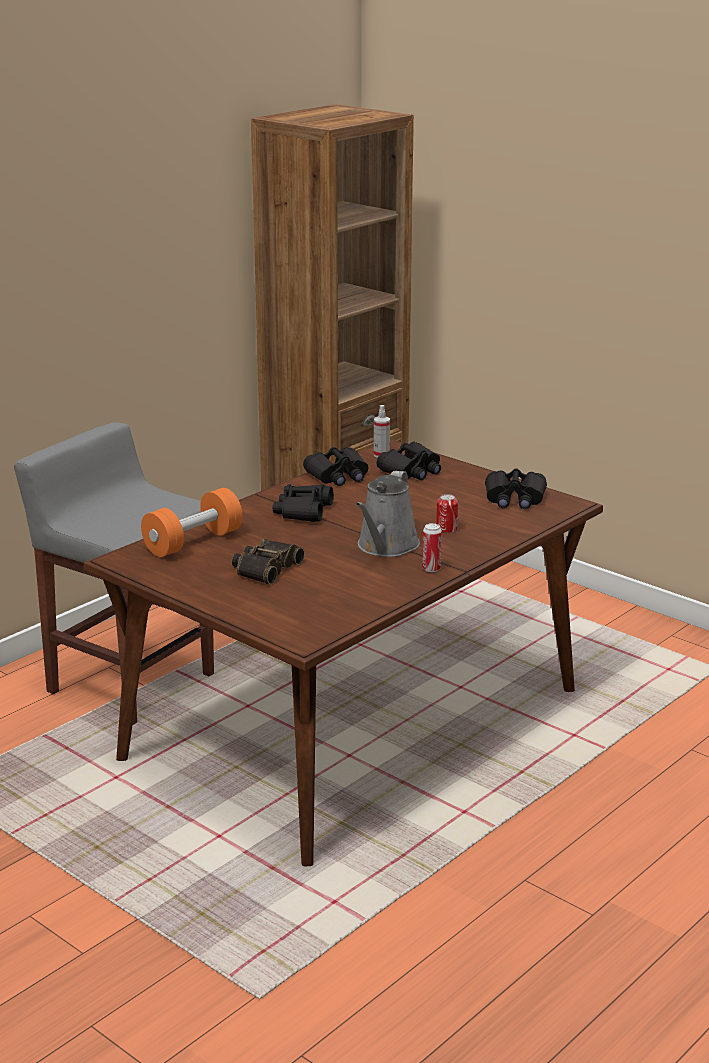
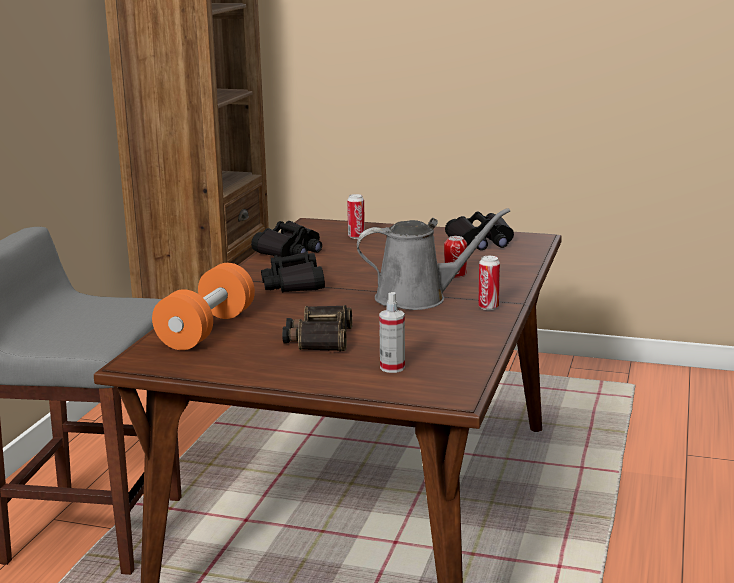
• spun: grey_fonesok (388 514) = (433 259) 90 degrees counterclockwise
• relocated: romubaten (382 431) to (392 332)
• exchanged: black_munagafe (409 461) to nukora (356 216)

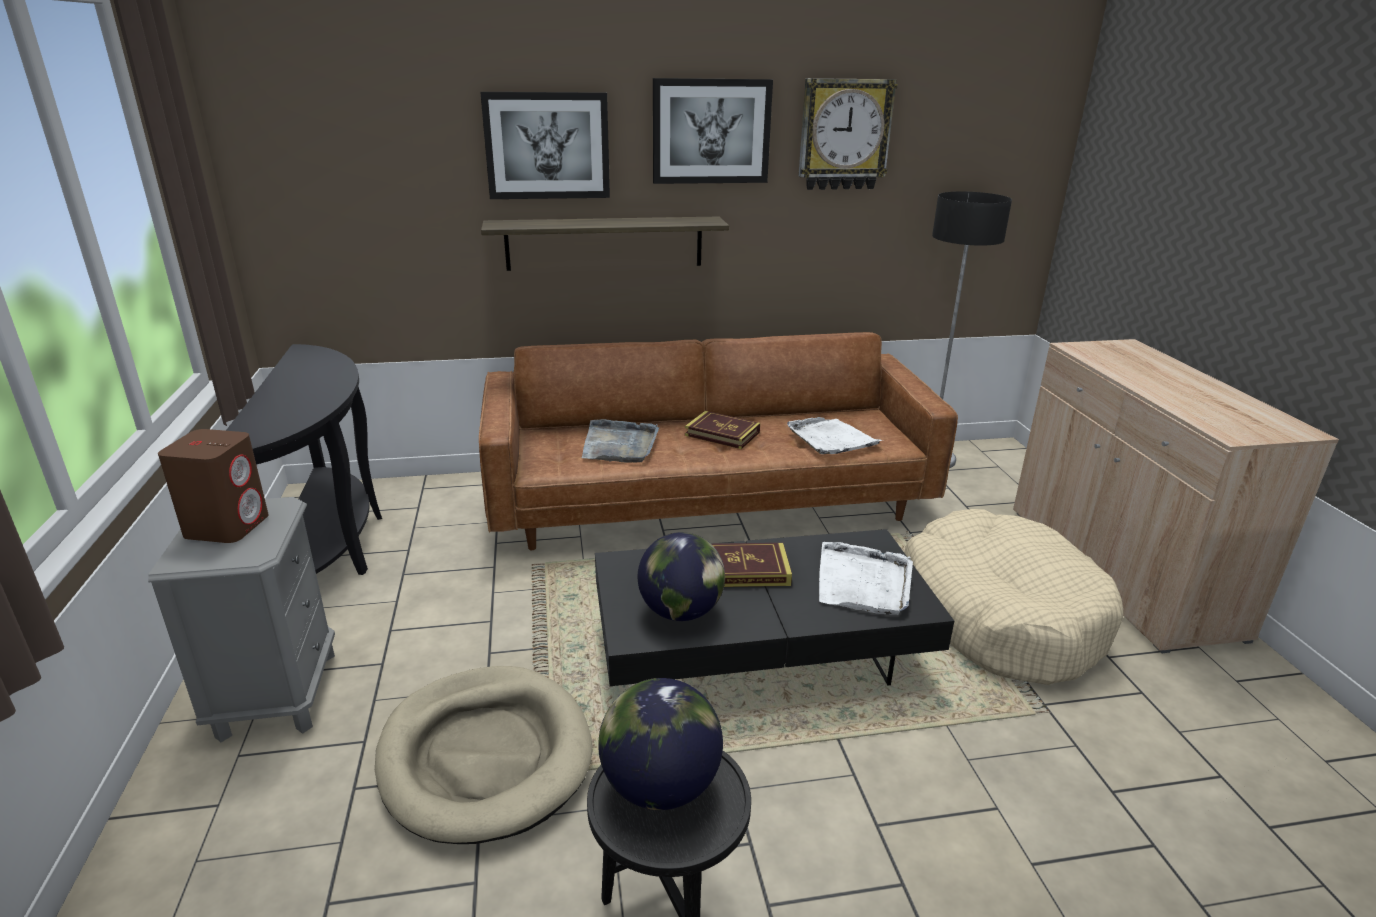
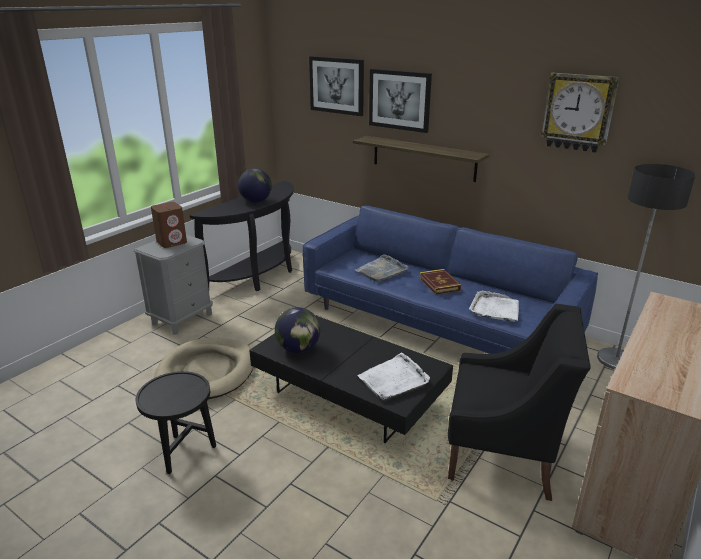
• colour: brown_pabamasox (718 441) to blue_pabamasox (450 280)
• relocated: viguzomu (660 744) to (255 186)
• relocated: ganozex (713 131) to (336 86)
• missing: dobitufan (752 565)
• exchanged: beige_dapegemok (1014 597) to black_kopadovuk (519 402)

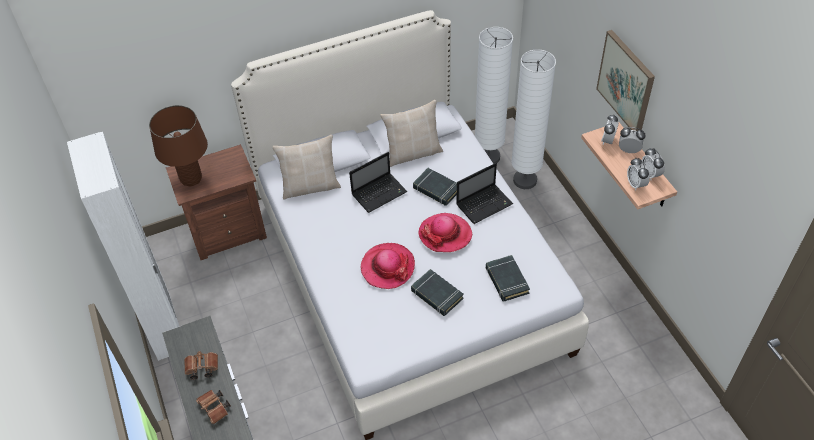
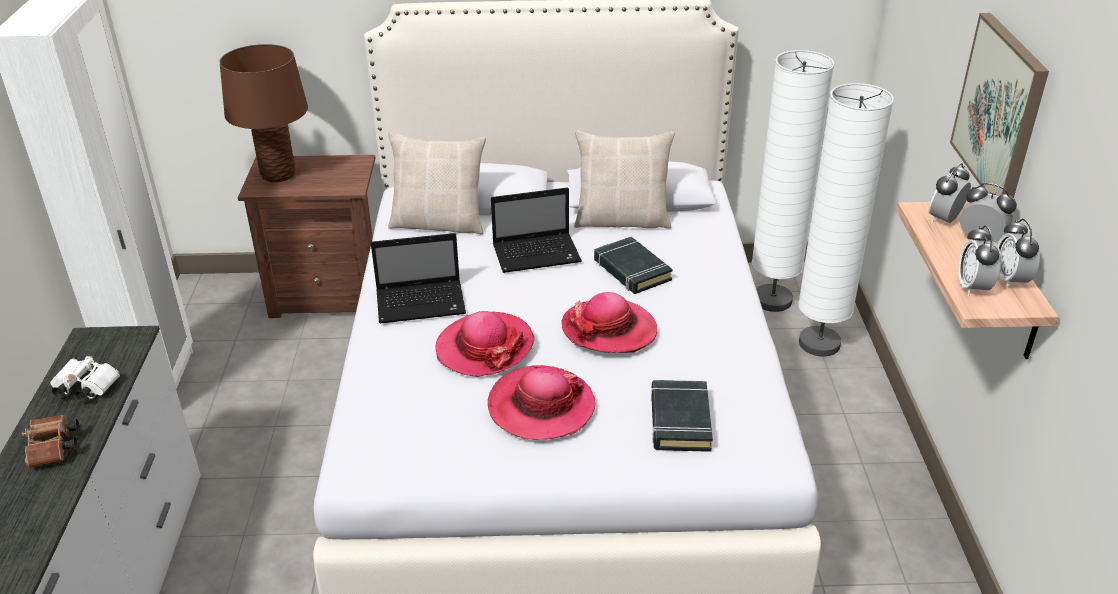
• colour: brown_munagafe (201 365) to white_munagafe (85 379)
• exchanged: black_dobitufan (437 292) to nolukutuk (542 402)
• relocated: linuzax (484 193) to (418 278)

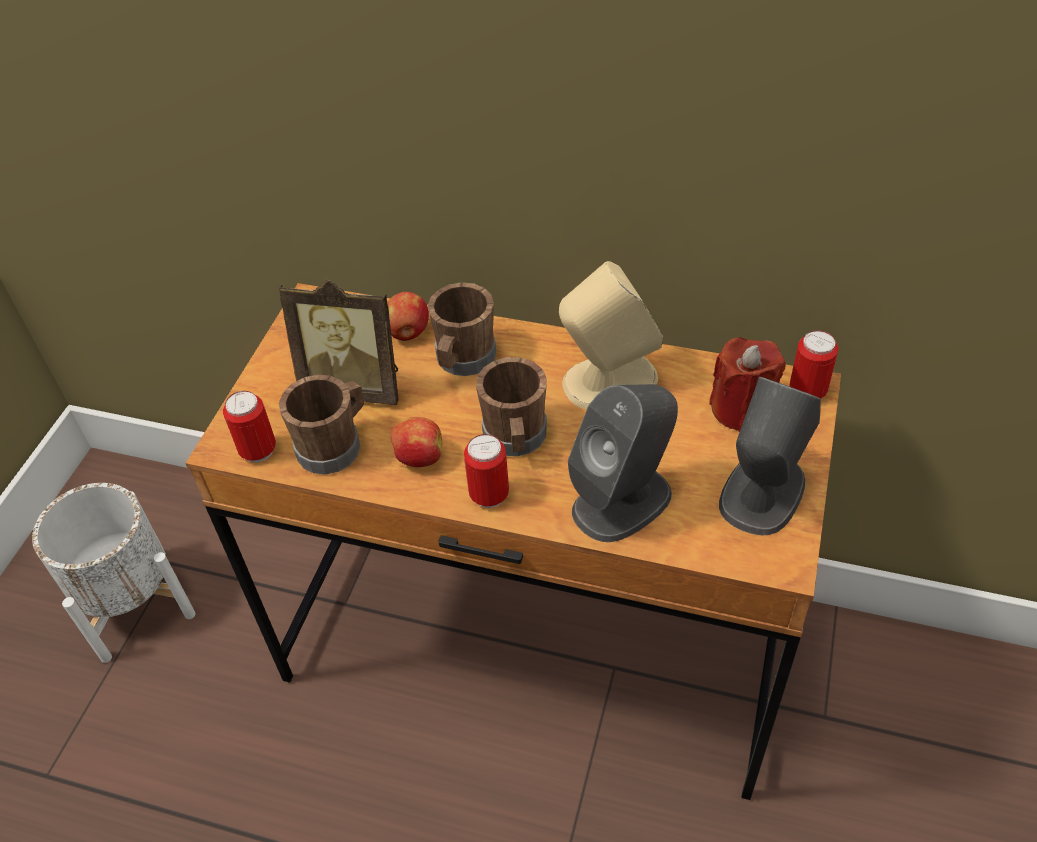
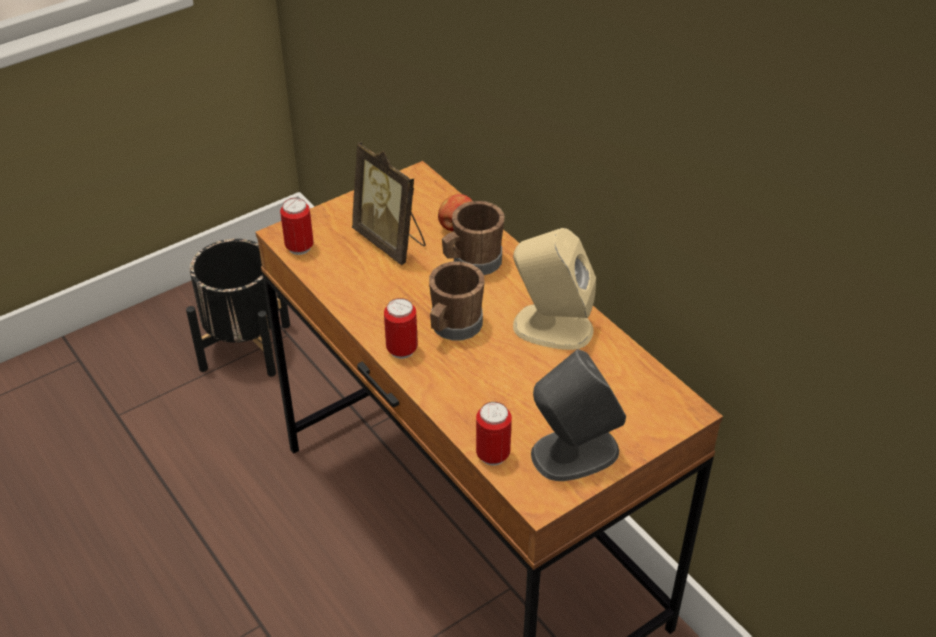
• colour: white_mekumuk (114 573) to black_mekumuk (238 308)
• missing: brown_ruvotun (321 424)
• missing: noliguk (416 442)
• missing: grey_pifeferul (623 463)
• missing: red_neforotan (747 384)
• relocated: nukora (814 364) to (494 434)

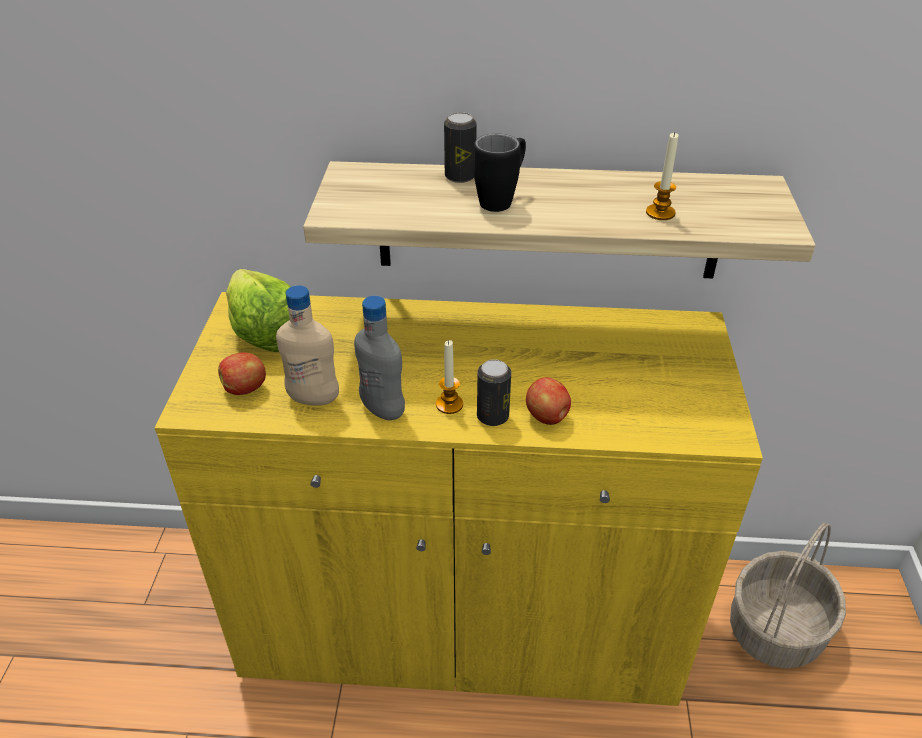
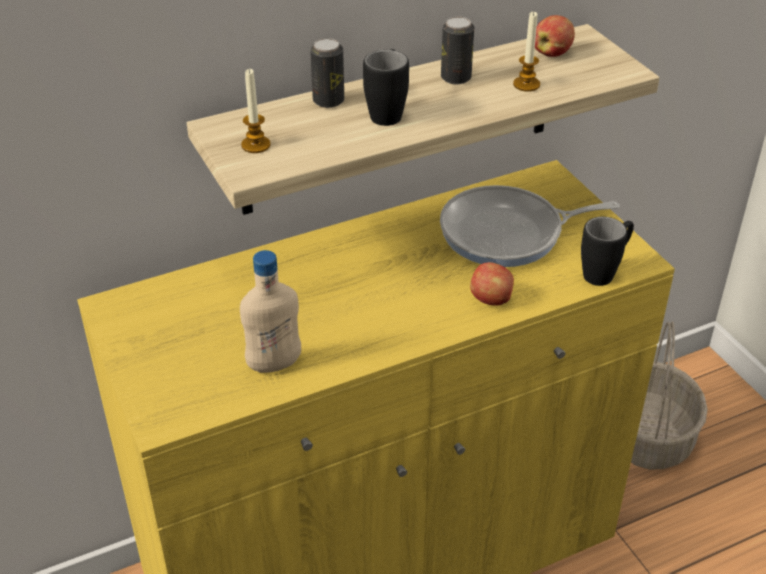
• relocated: noliguk (242 374) to (555 36)
• missing: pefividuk (258 310)
• missing: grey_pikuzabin (379 358)
• relocated: neforotan (449 377) to (256 111)
• relocated: nukora (494 392) to (457 51)
• appeared: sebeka (530 226)
• appeared: black_ruvotun (607 251)

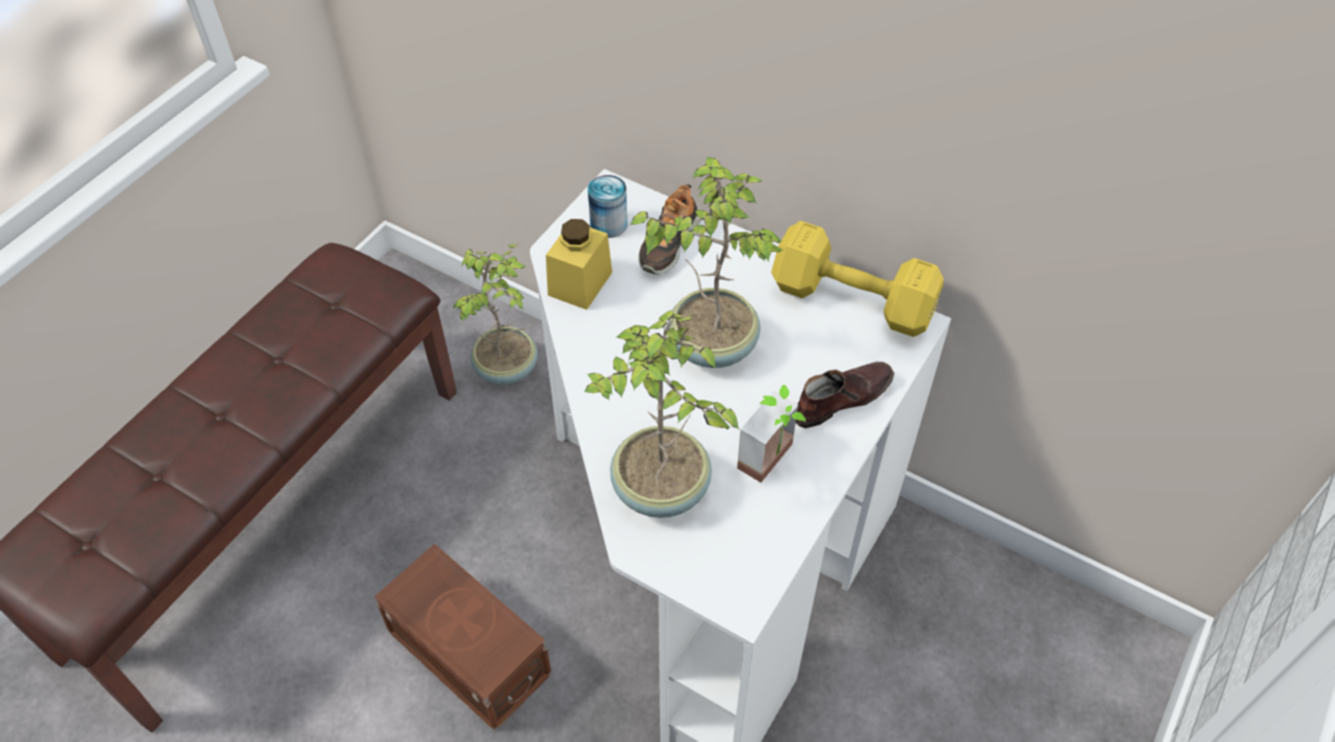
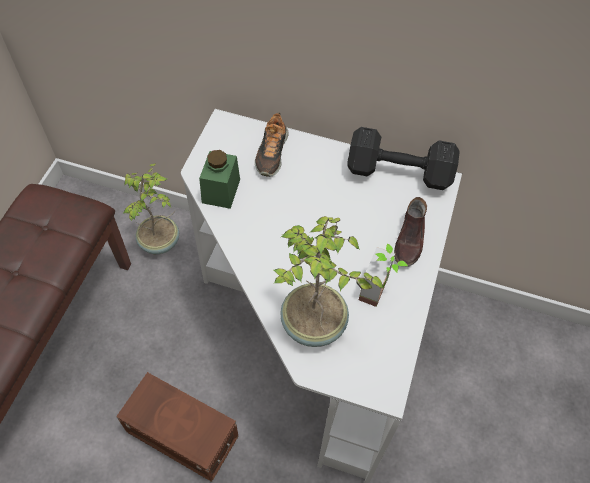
• colour: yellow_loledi (579 264) to green_loledi (219 179)
• missing: nukora (607 206)
• missing: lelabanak (706 262)
• colour: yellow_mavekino (857 279) to black_mavekino (403 158)
• spun: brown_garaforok (845 395) = (410 232) 150 degrees clockwise

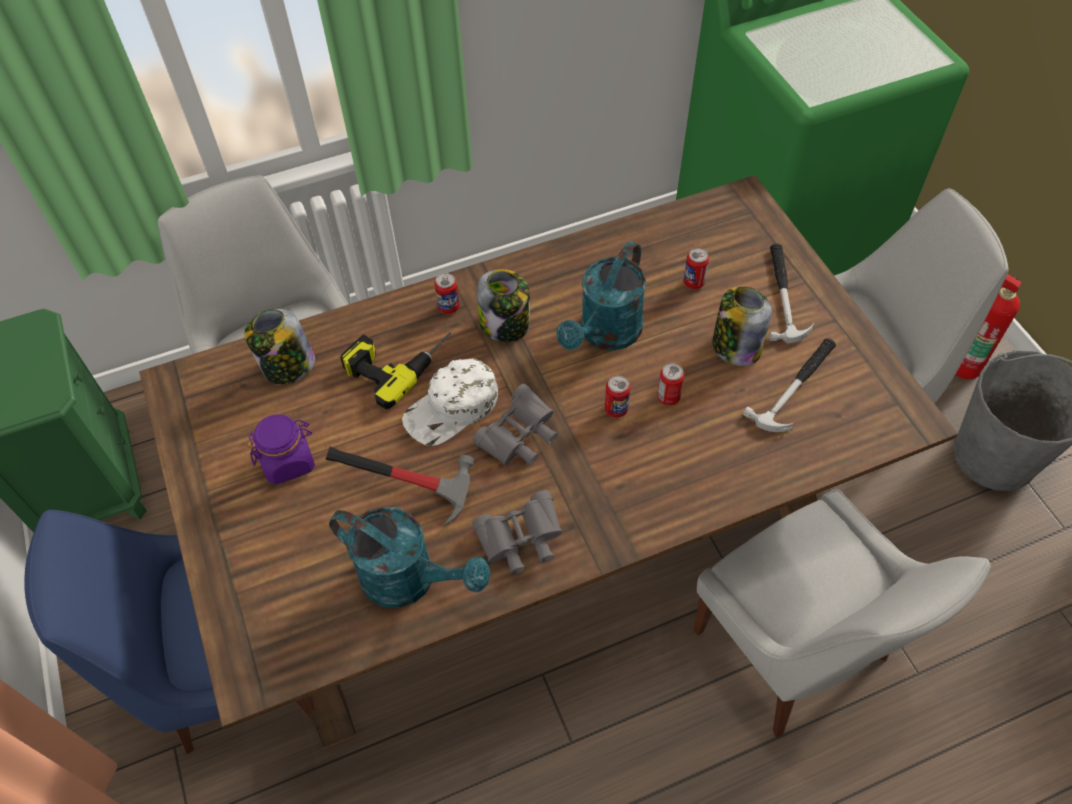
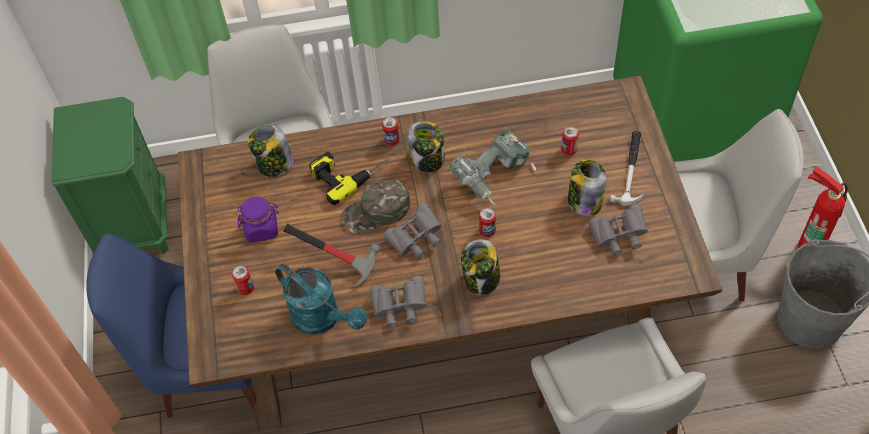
• colour: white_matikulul (450 402) to green_matikulul (375 207)
• exchanged: turquoise_fonesok (601 296) to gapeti (493 168)
• relocated: nukora (670 384) to (243 280)
• exchanged: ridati (789 385) to grey_munagafe (618 230)
• appeared: loledi (480 267)

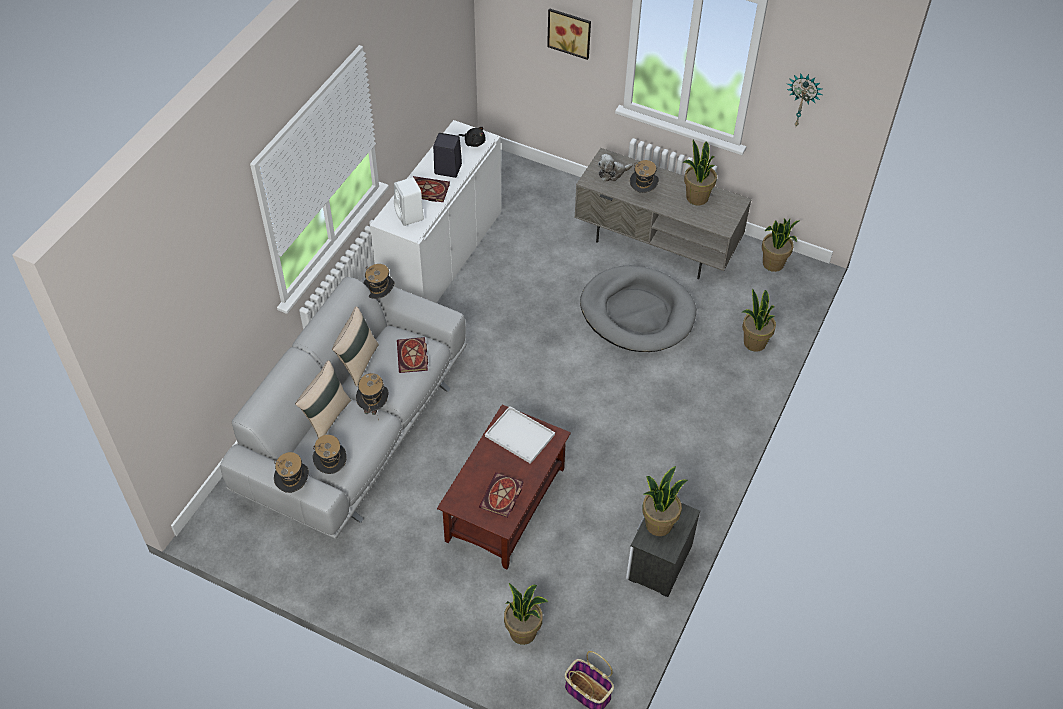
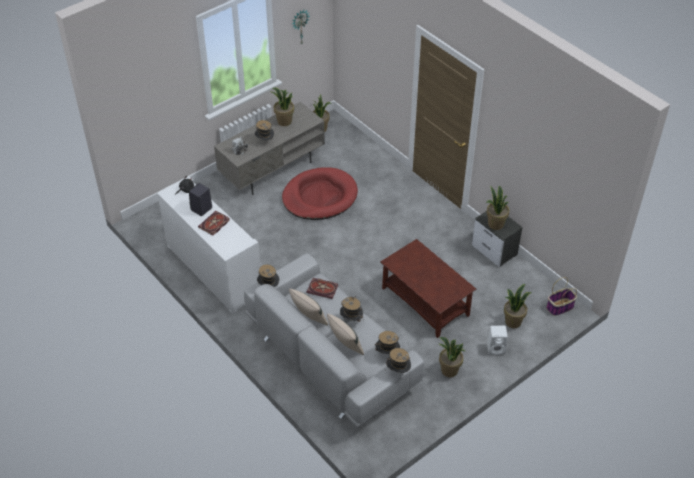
• relocated: white_pifeferul (409 201) to (497 340)
• missing: dobitufan (501 495)
• missing: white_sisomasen (520 435)
• missing: ganozex (569 34)
• colour: grey_dapegemok (638 309) to red_dapegemok (320 193)
• relocated: lelabanak (759 320) to (451 357)

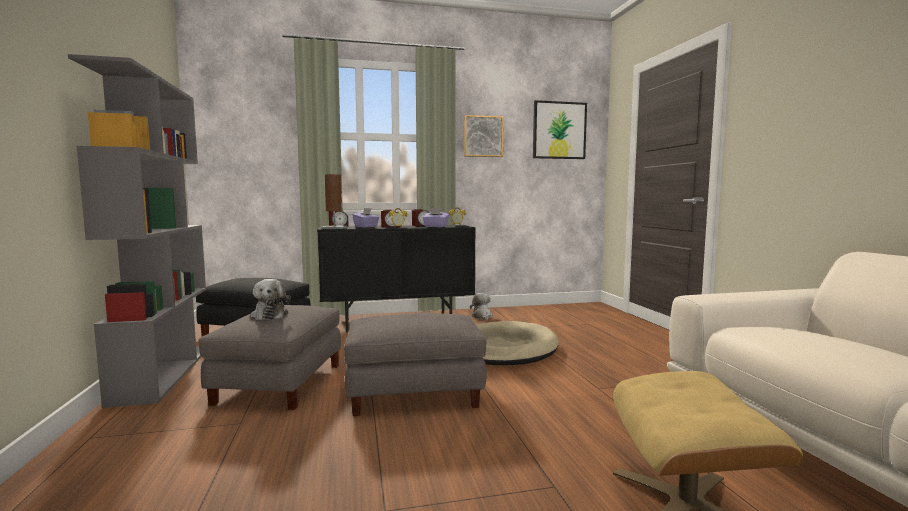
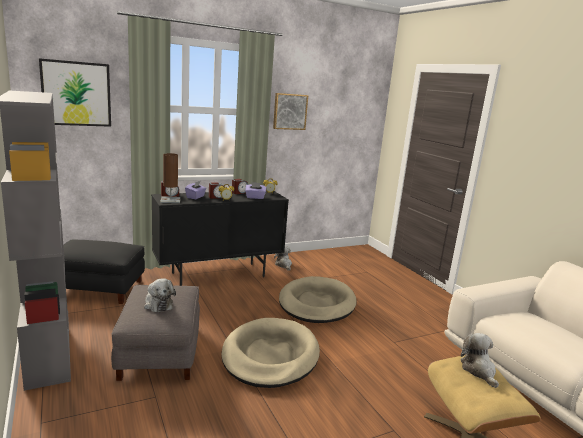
• exchanged: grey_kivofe (415 364) to beige_dapegemok (270 353)
• relocated: ganozex (560 129) to (75 92)
• appeared: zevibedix (480 360)

